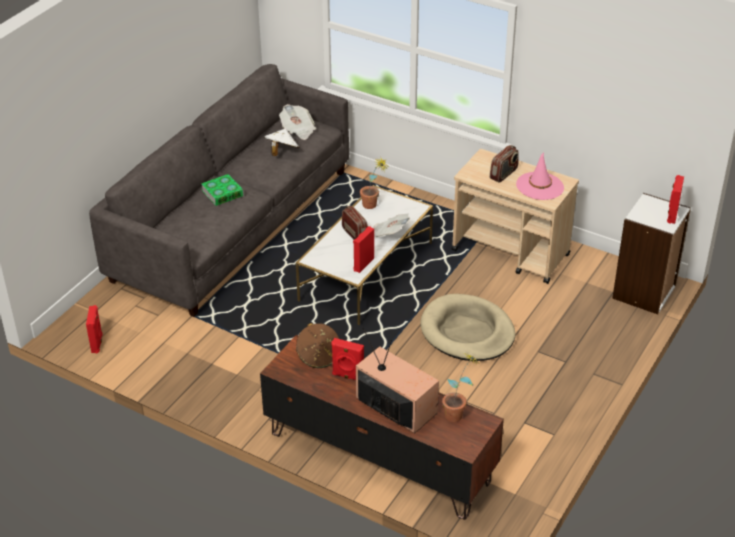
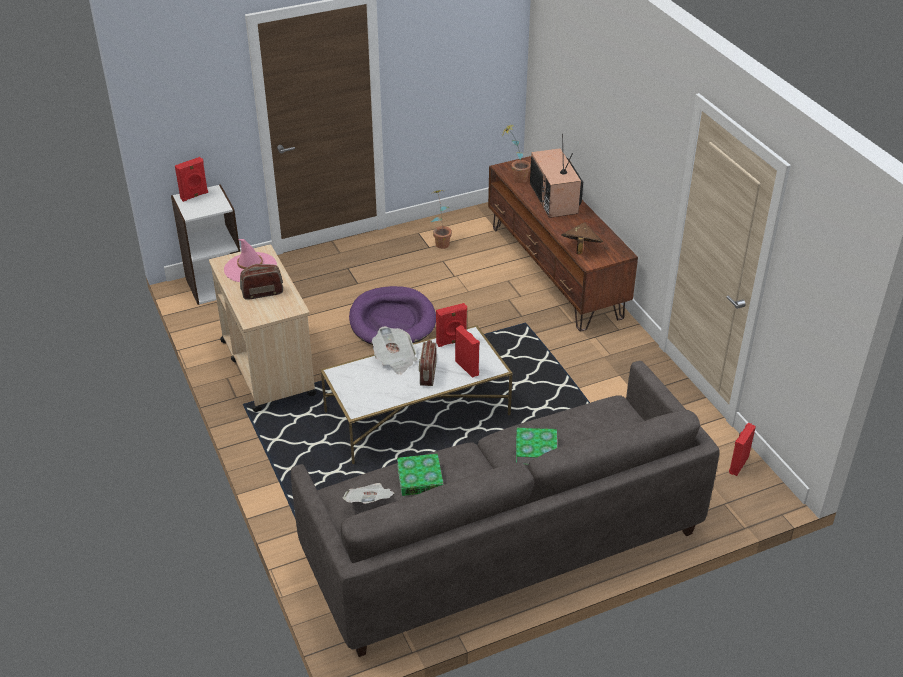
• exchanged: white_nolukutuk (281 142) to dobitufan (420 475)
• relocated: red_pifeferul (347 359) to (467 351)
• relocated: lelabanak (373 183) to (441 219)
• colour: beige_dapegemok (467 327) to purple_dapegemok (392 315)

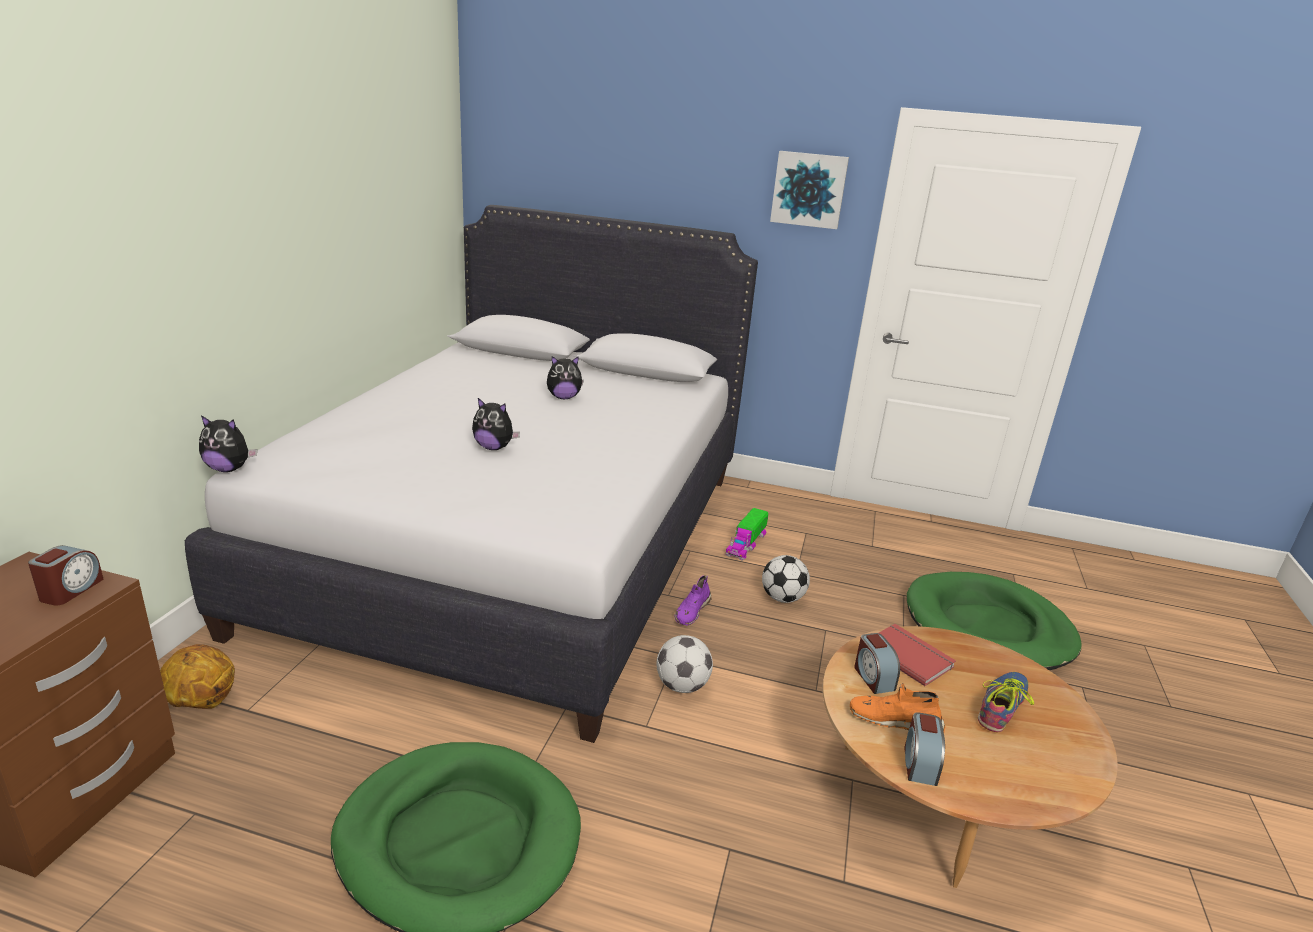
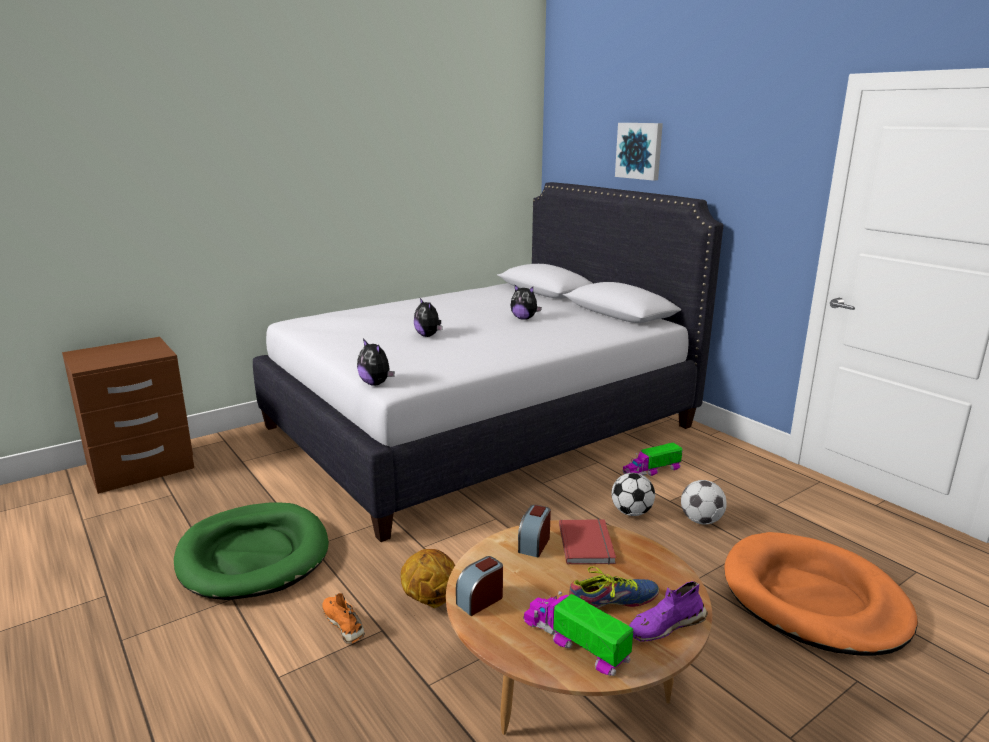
• missing: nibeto (66 575)
• relocated: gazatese (197 676) to (427 578)
• relocated: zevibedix (228 443) to (376 362)
• relocated: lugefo (684 664) to (704 502)
• relocated: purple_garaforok (693 600) to (668 611)
• relocated: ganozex (809 190) to (639 152)
• relocated: orange_garaforok (897 707) to (343 618)
• colour: green_dapegemok (994 621) to orange_dapegemok (821 594)
• appeared: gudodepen (578 633)

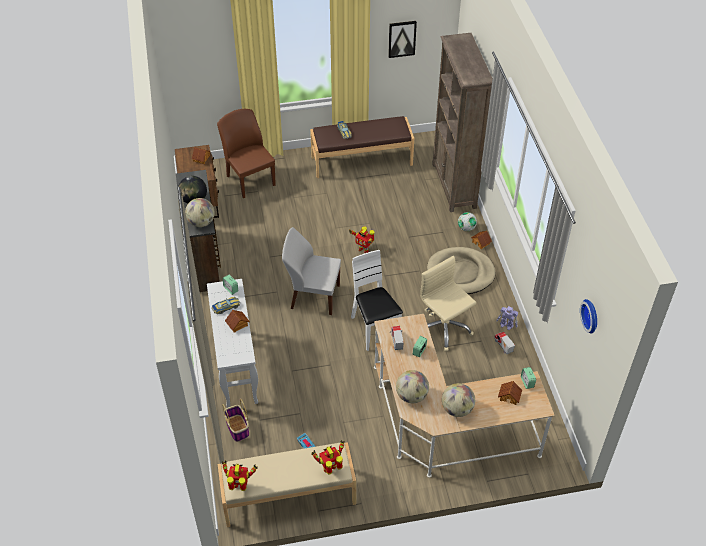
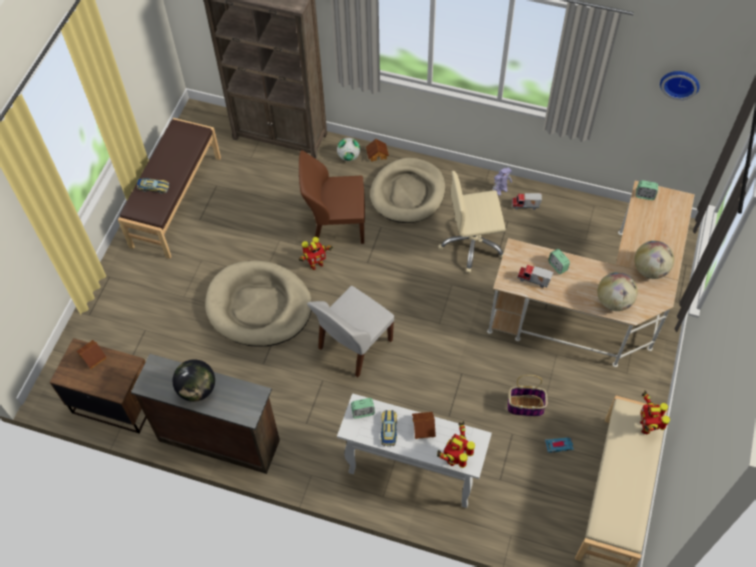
• missing: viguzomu (200 212)
• relocated: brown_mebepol (246 153) to (332 197)
• relocated: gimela (235 420) to (528 395)
• relocated: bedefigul (240 475) to (456 444)
• missing: white_mebepol (377 300)
• missing: ganozex (402 39)
• missing: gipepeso (510 393)
• appeared: beige_dapegemok (258 303)

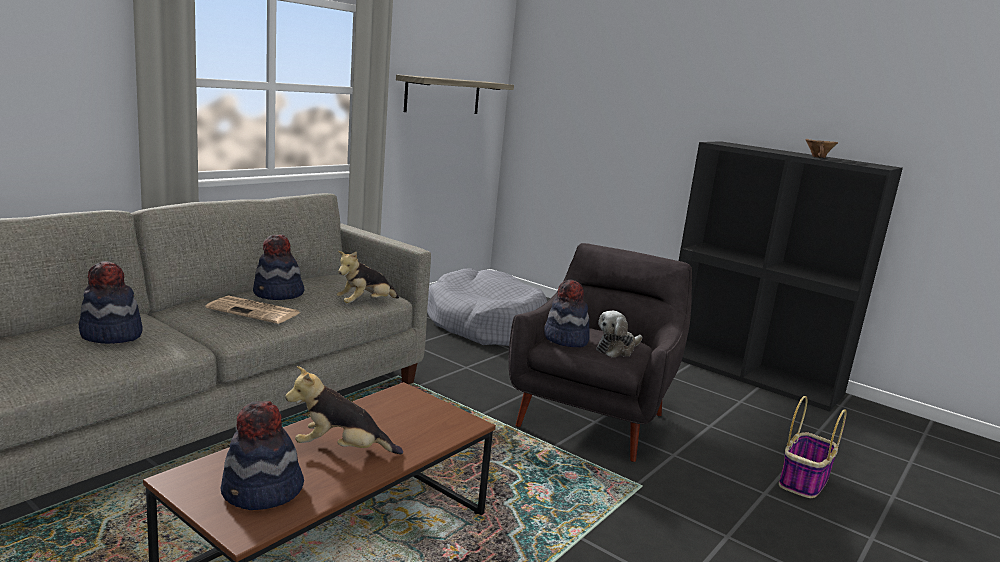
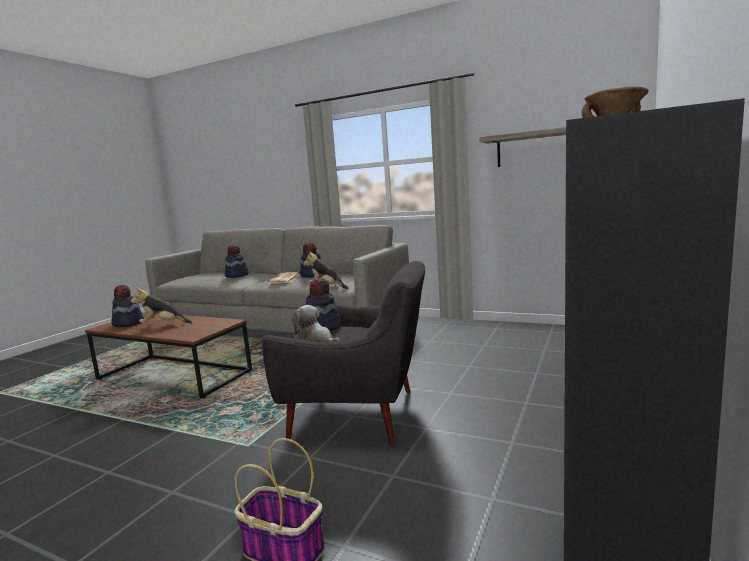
• spun: zevibedix (344 410) = (161 305) 75 degrees counterclockwise
• missing: grey_dapegemok (487 307)

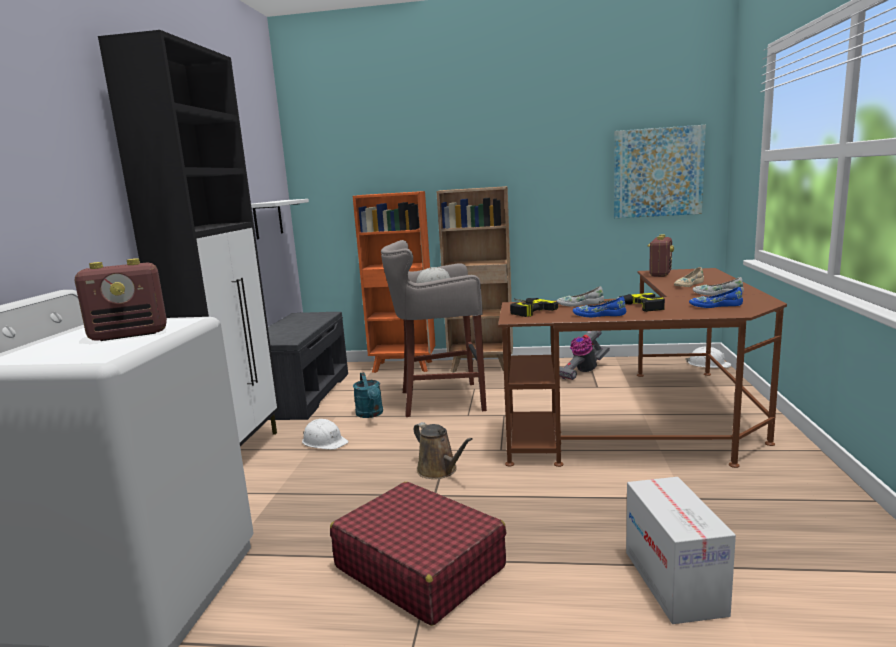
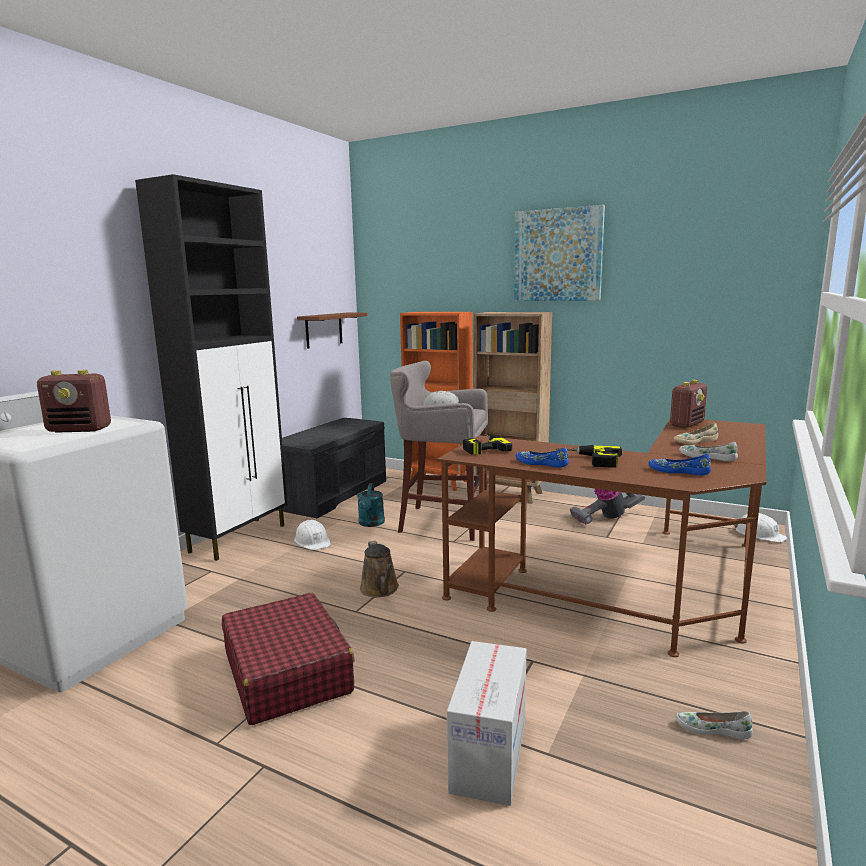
• colour: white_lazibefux (280 219) to brown_lazibefux (332 331)
• relocated: white_garaforok (580 296) to (714 725)
• relocated: ganozex (660 171) to (559 253)

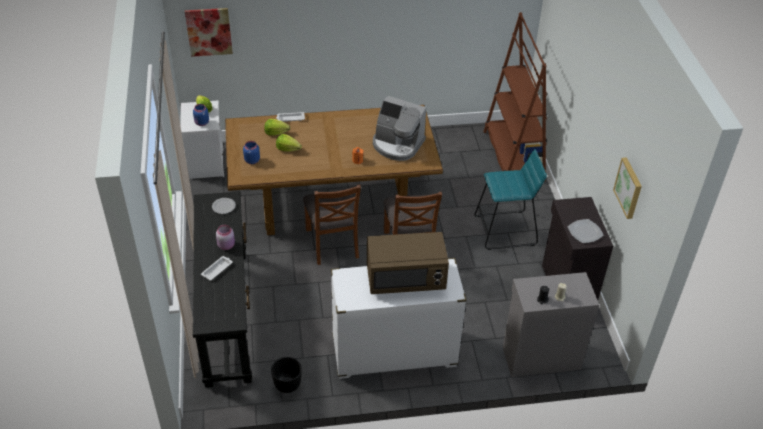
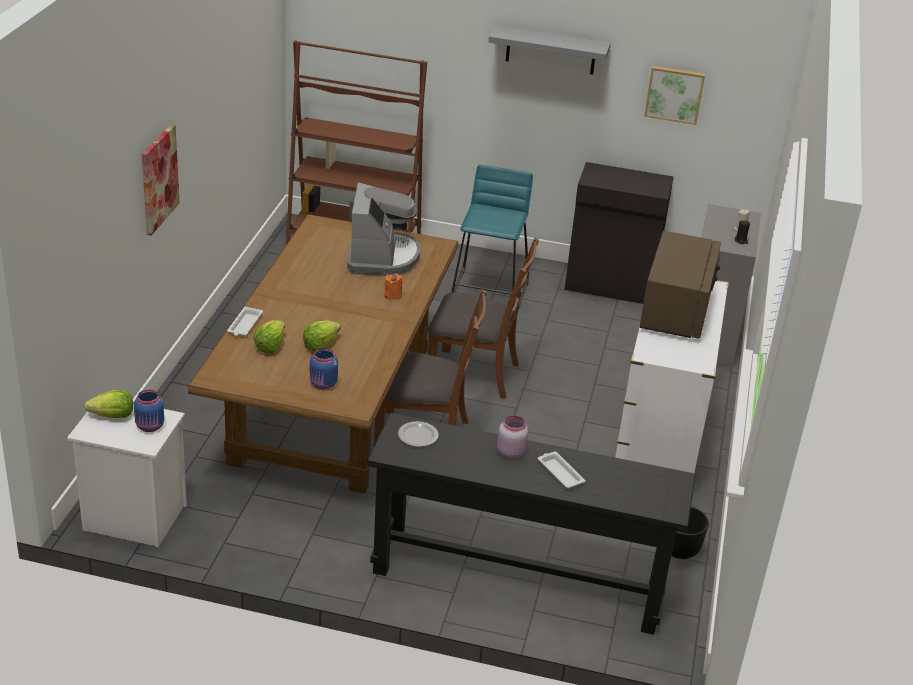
• relocated: ganozex (209 32) to (161 180)
• spun: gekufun (399 128) = (384 229) 45 degrees counterclockwise
• missing: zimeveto (585 231)
• appeared: grey_lazibefux (549 50)

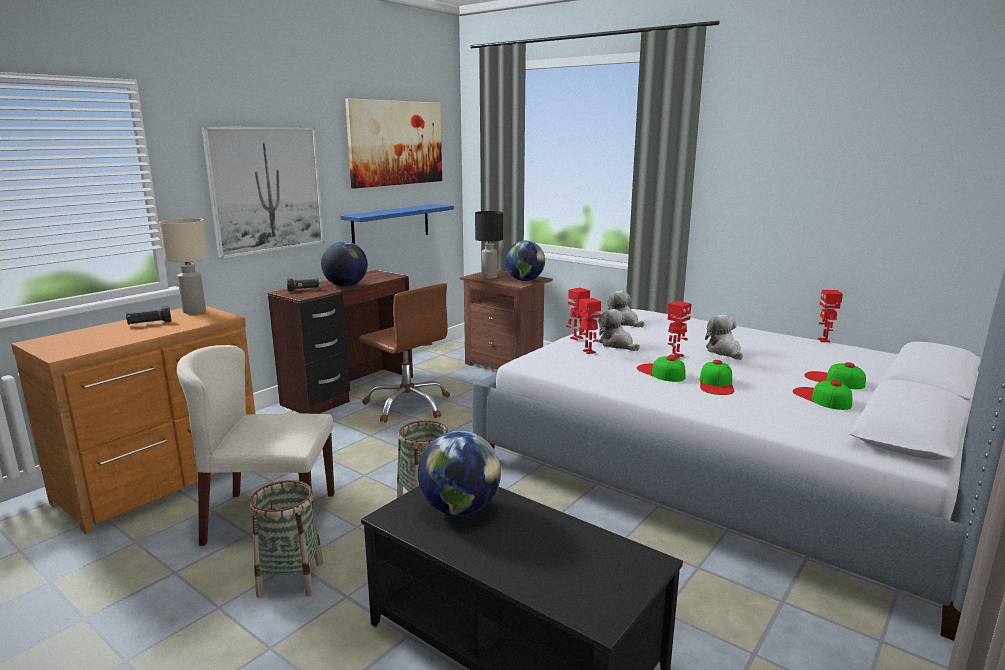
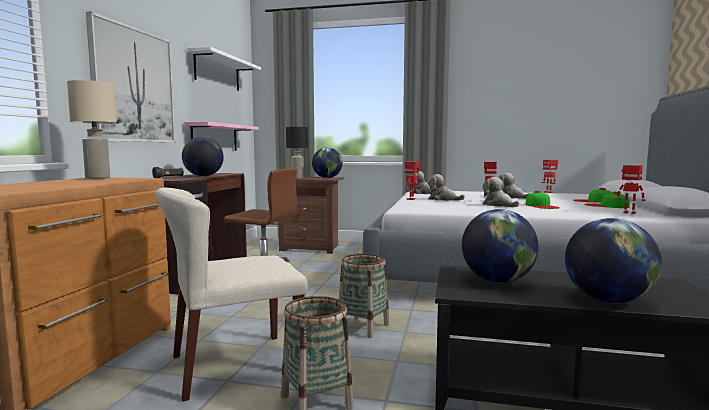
• missing: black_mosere (148 315)
• colour: blue_lazibefux (397 224) to pink_lazibefux (221 136)
• exchanged: ganozex (393 143) to white_lazibefux (224 69)
• relocated: bedefigul (590 326) to (631 189)
• exchanged: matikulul (661 369) to zevibedix (501 192)
• appeared: viguzomu (613 260)

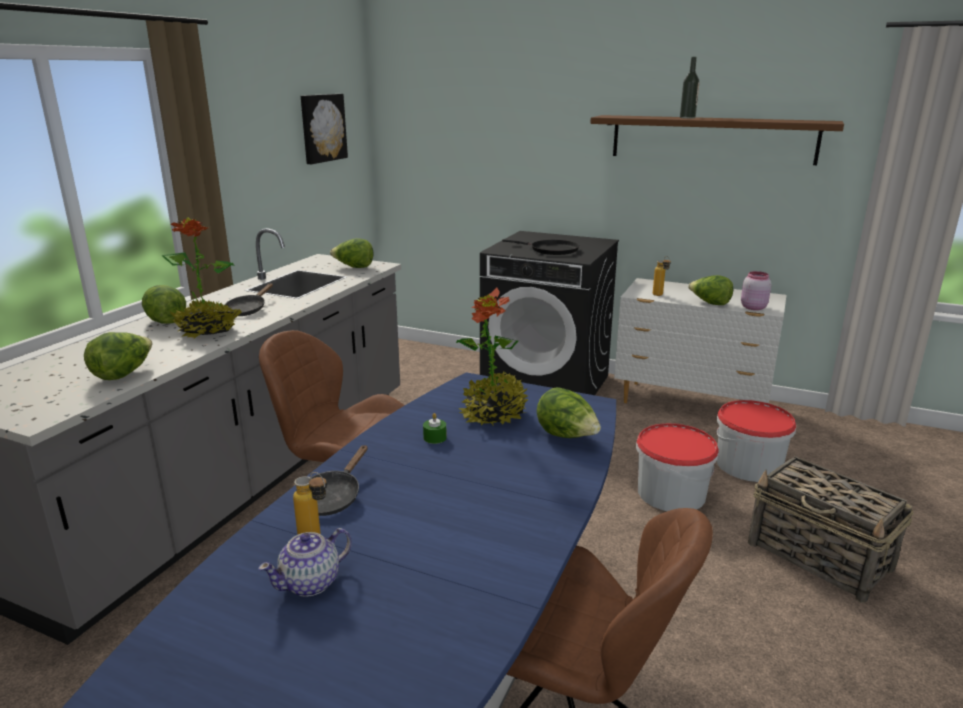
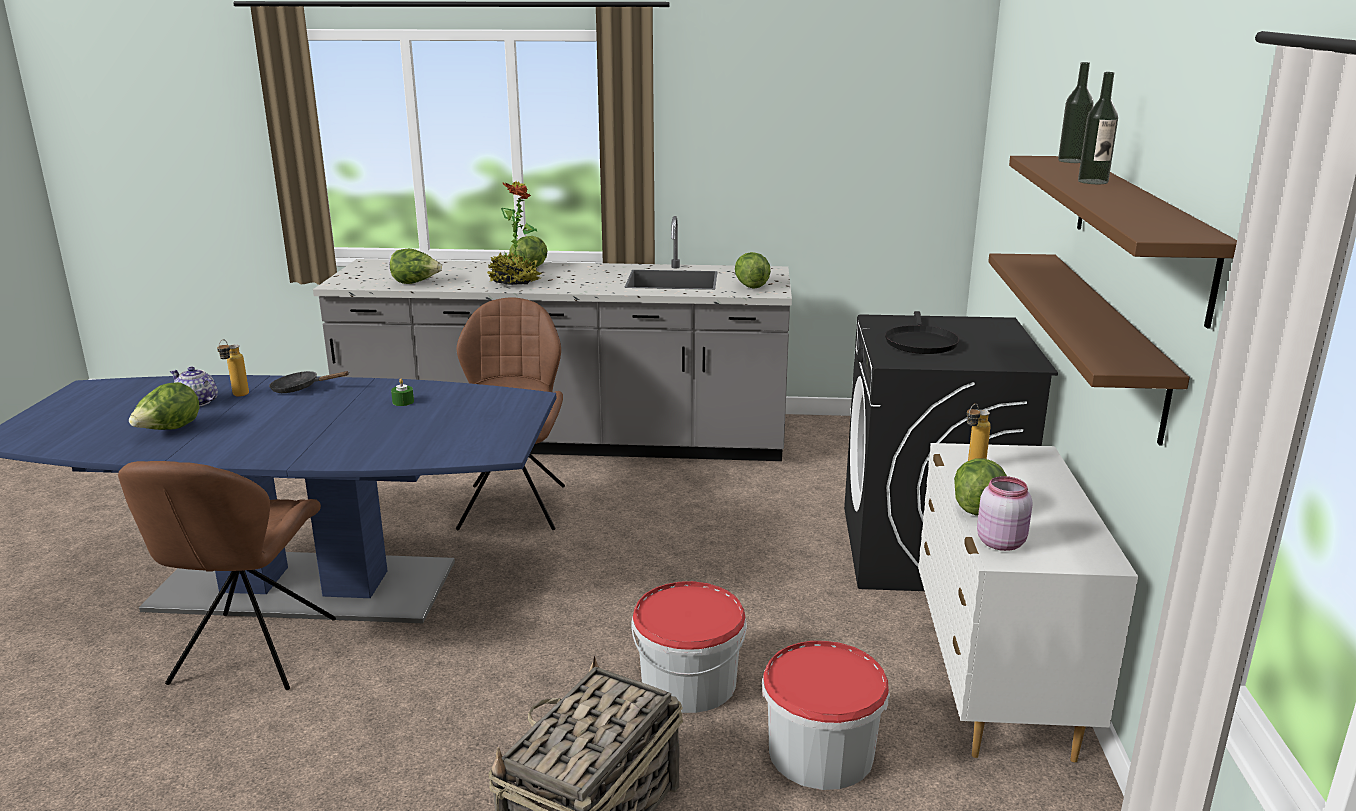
• missing: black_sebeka (249 299)
• missing: ganozex (324 129)
• missing: lelabanak (492 356)
• relocated: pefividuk (569 412) to (164 406)
• appeared: brown_lazibefux (1089 349)
• appeared: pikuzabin (1076 112)

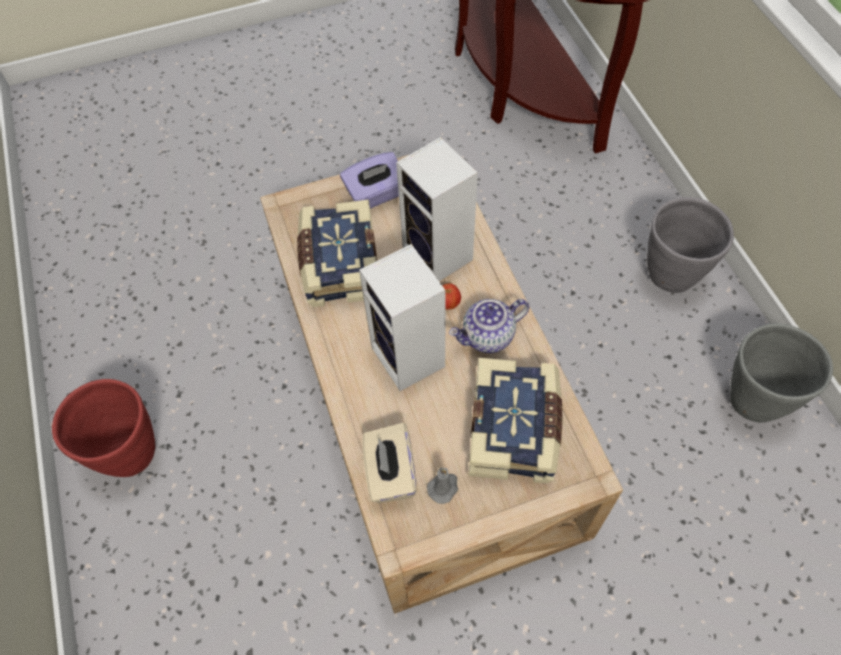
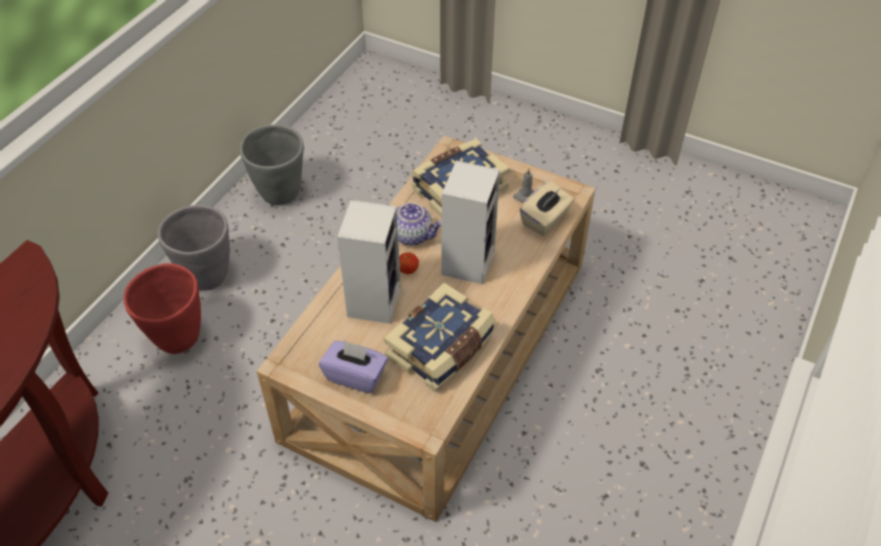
• relocated: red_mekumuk (103 428) to (162 308)

